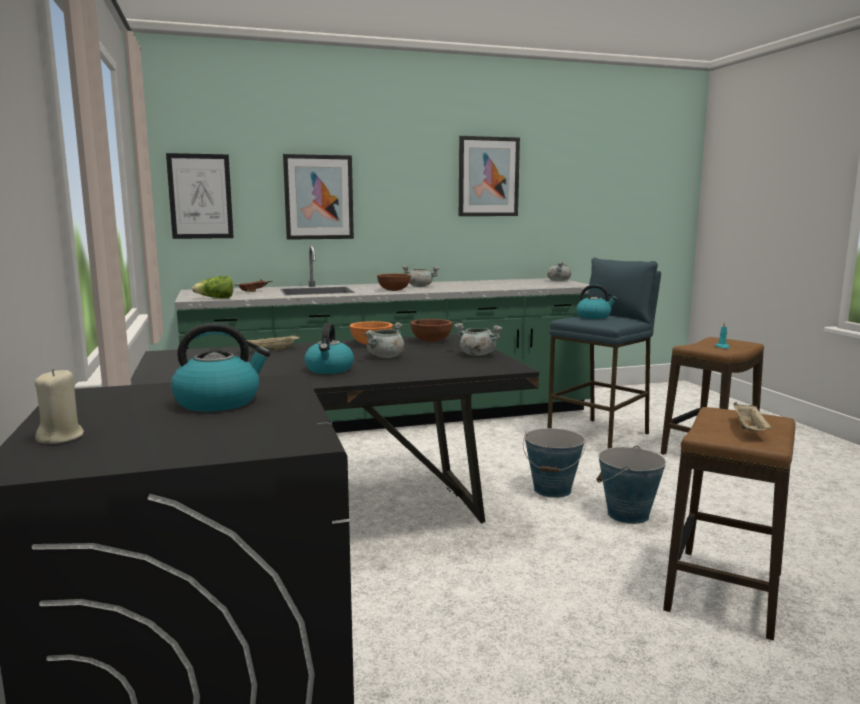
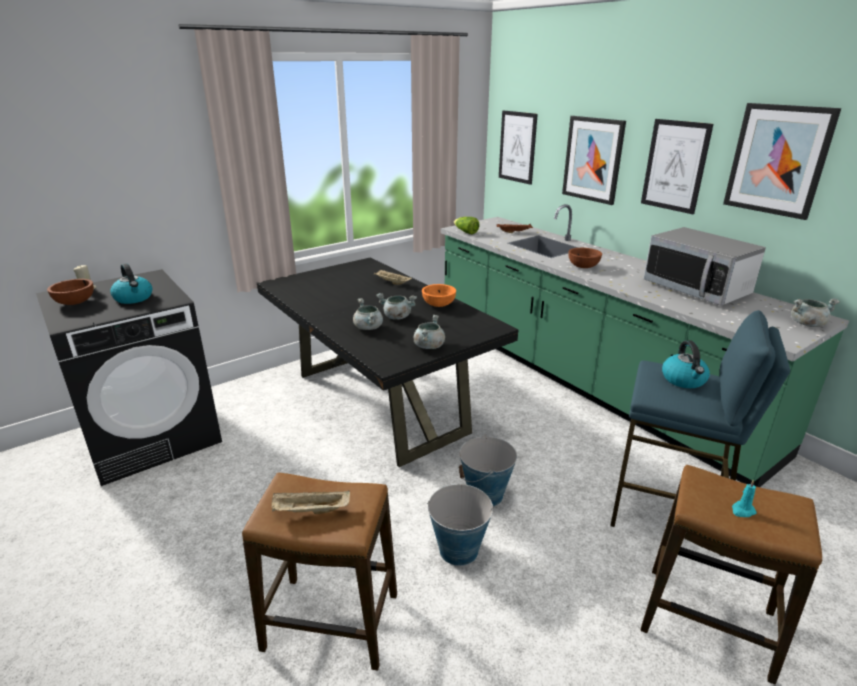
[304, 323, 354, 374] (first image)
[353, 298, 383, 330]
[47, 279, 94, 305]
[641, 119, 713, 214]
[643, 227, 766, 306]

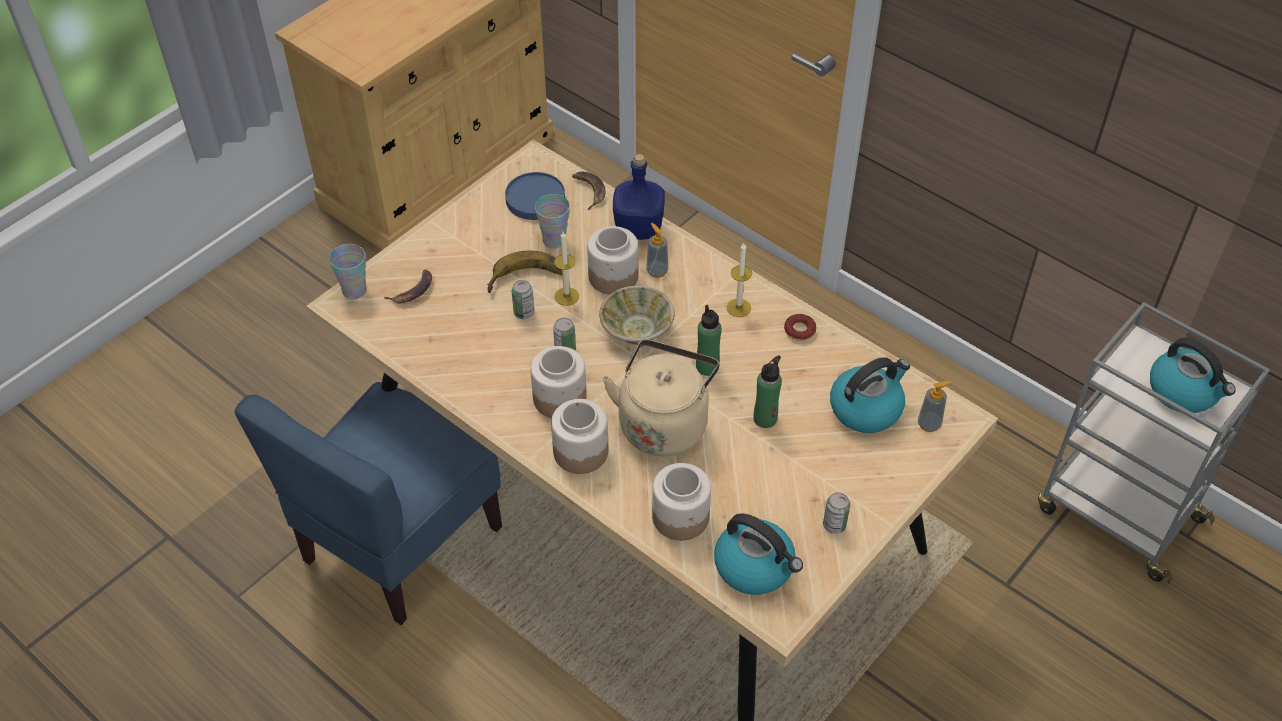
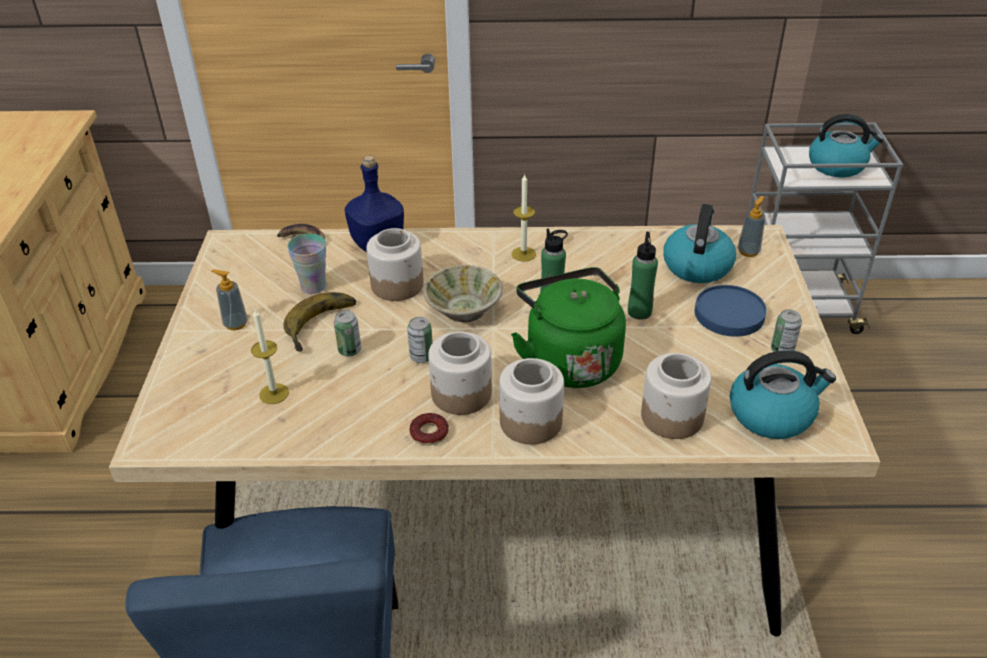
[329, 244, 367, 299] (first image)
[383, 269, 432, 303] (first image)
[695, 285, 767, 337]
[251, 309, 289, 404]
[511, 267, 626, 388]
[211, 270, 248, 331]
[410, 413, 449, 445]

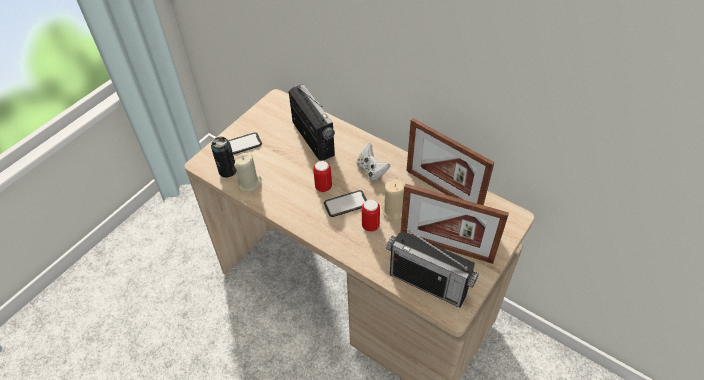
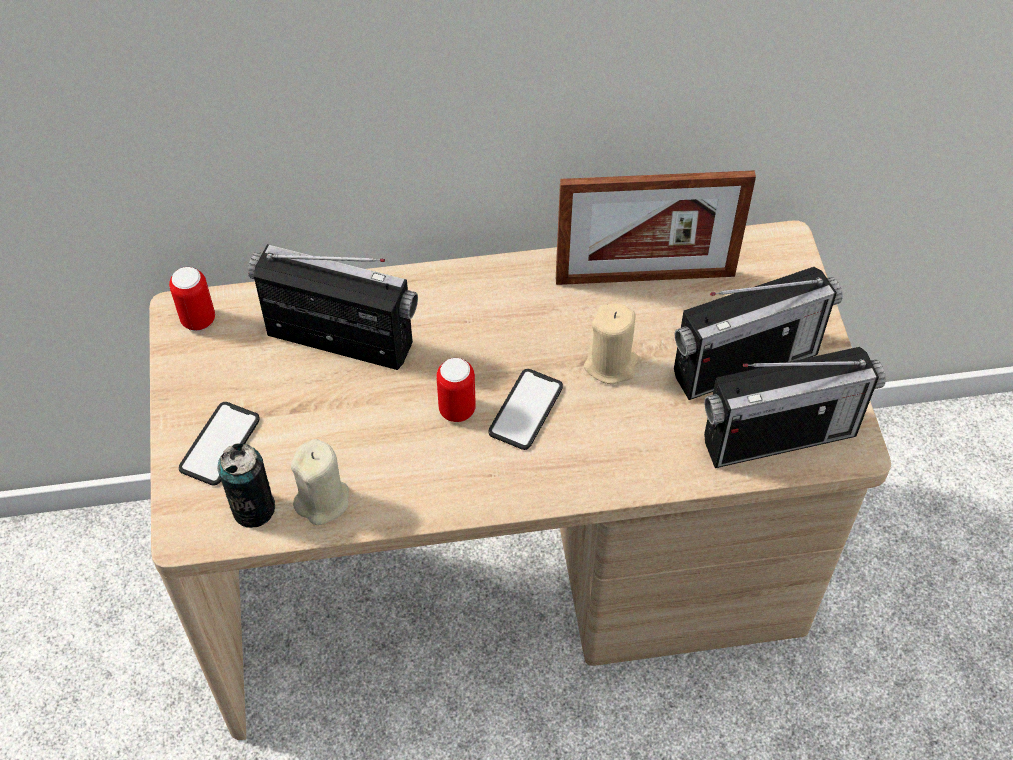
[356, 143, 390, 181] (first image)
[169, 267, 215, 331]
[674, 267, 843, 400]

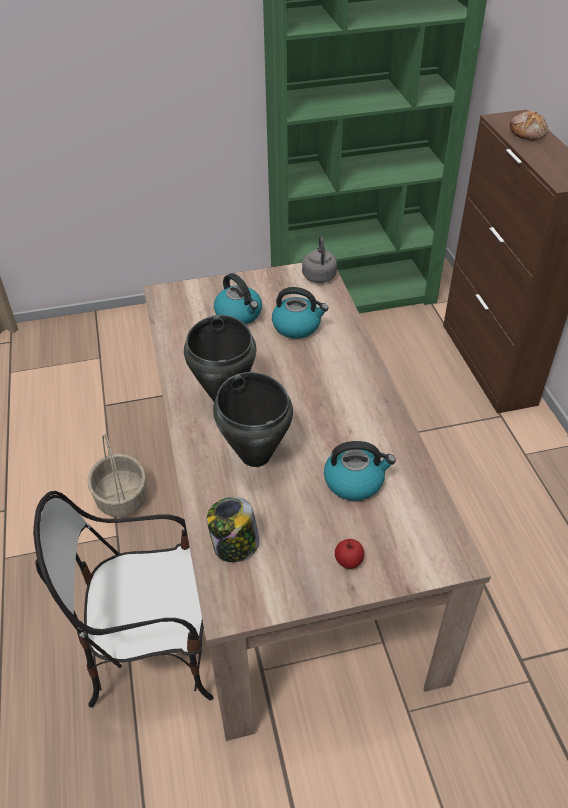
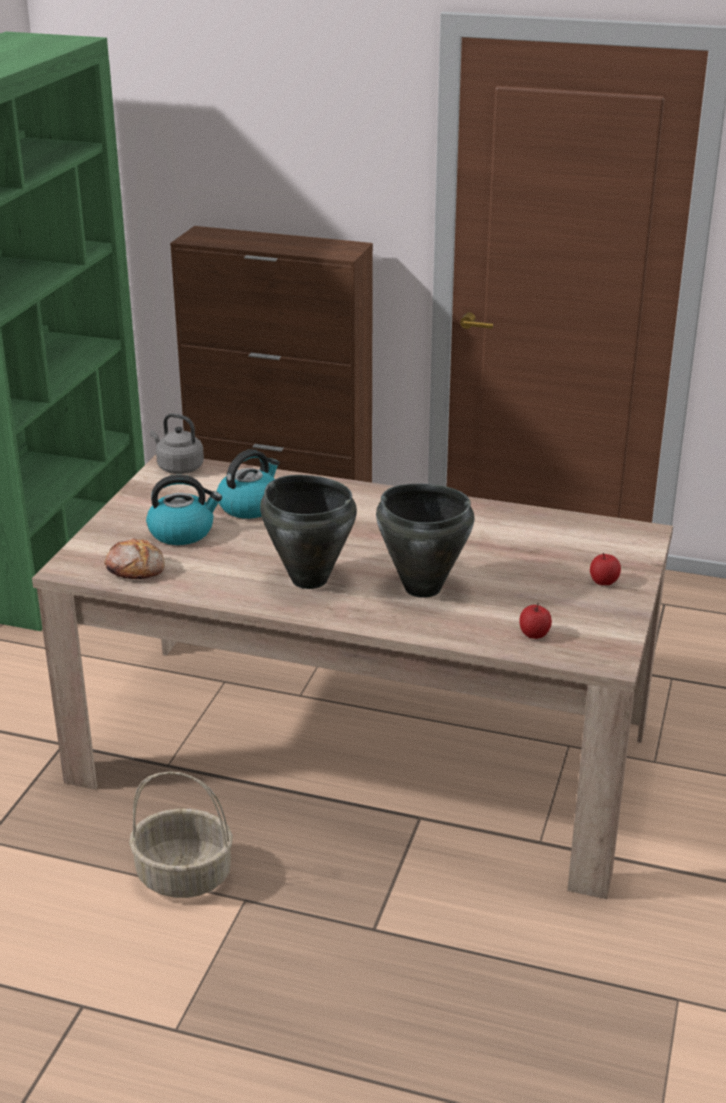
[33, 491, 213, 708] (first image)
[519, 602, 552, 639]
[324, 441, 396, 501] (first image)
[104, 538, 165, 579]

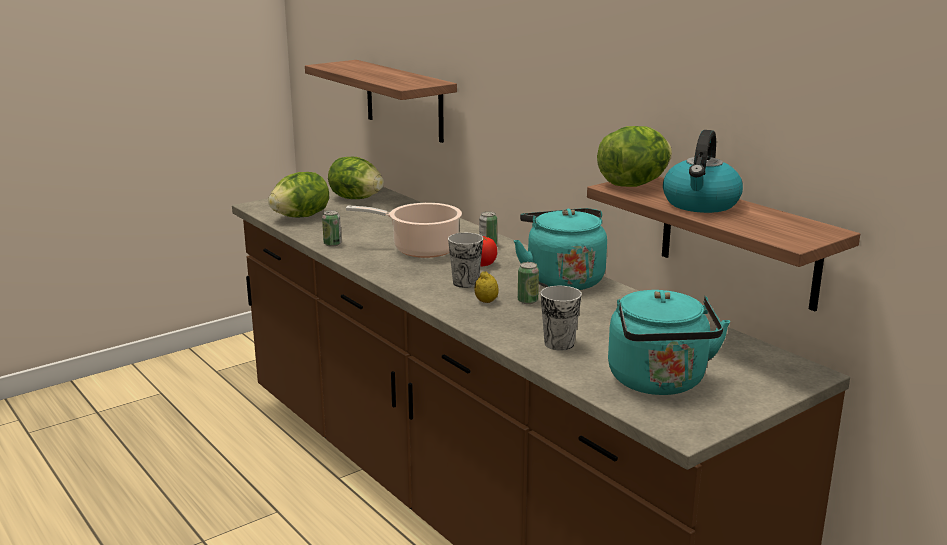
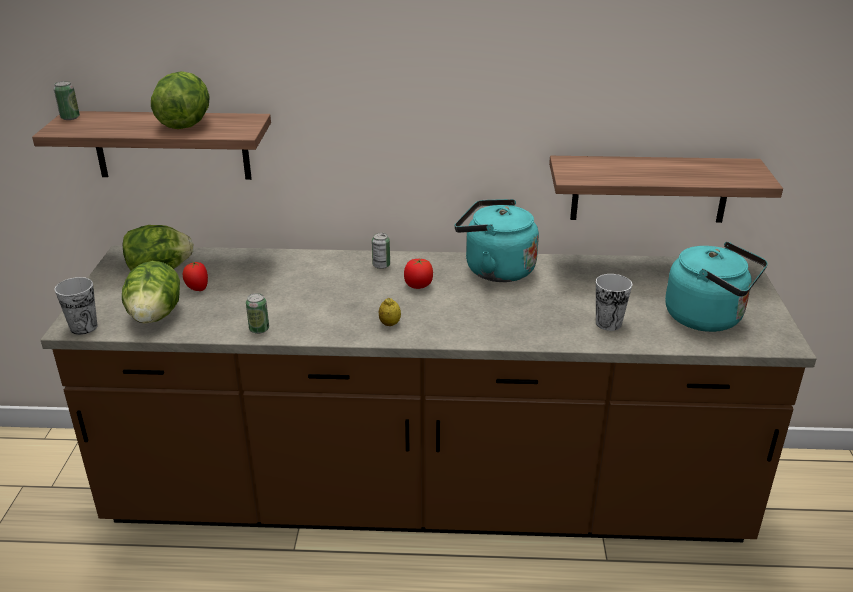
[346, 203, 462, 258] (first image)
[55, 277, 97, 335]
[379, 298, 401, 326]
[54, 81, 80, 120]
[151, 71, 210, 129]
[663, 130, 743, 213] (first image)
[183, 261, 208, 291]

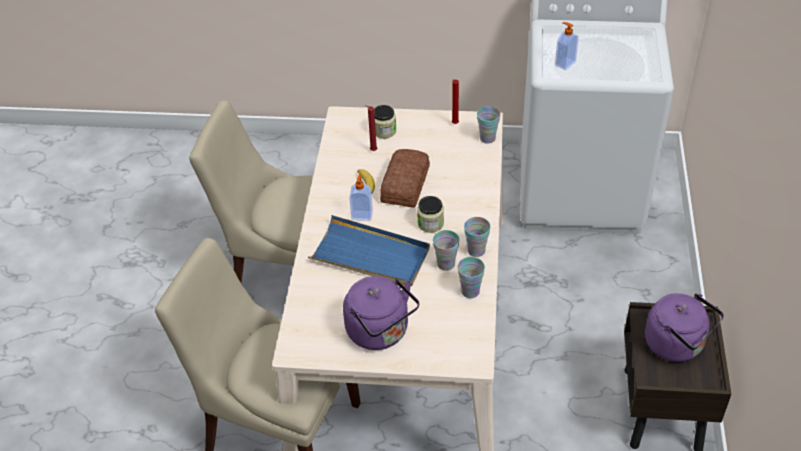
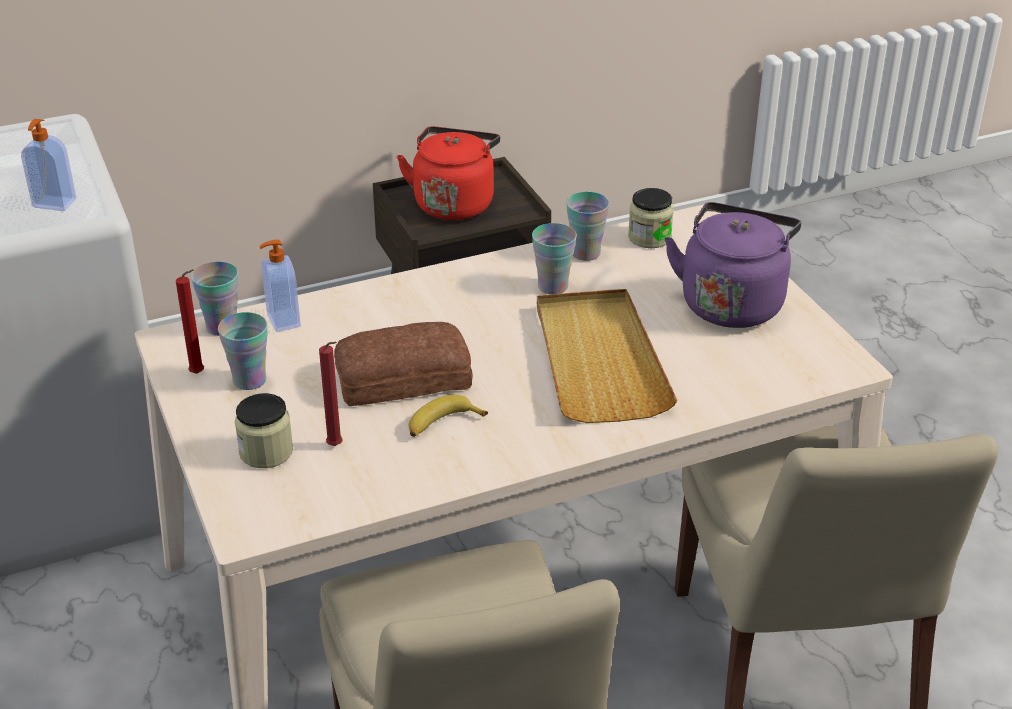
[537, 289, 677, 423]
[259, 239, 301, 332]
[628, 188, 674, 248]
[218, 312, 268, 390]
[397, 126, 500, 220]

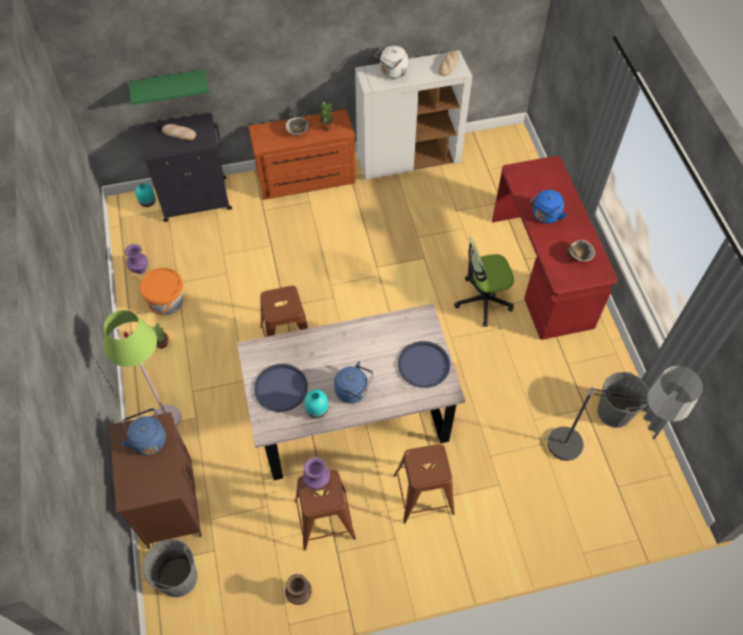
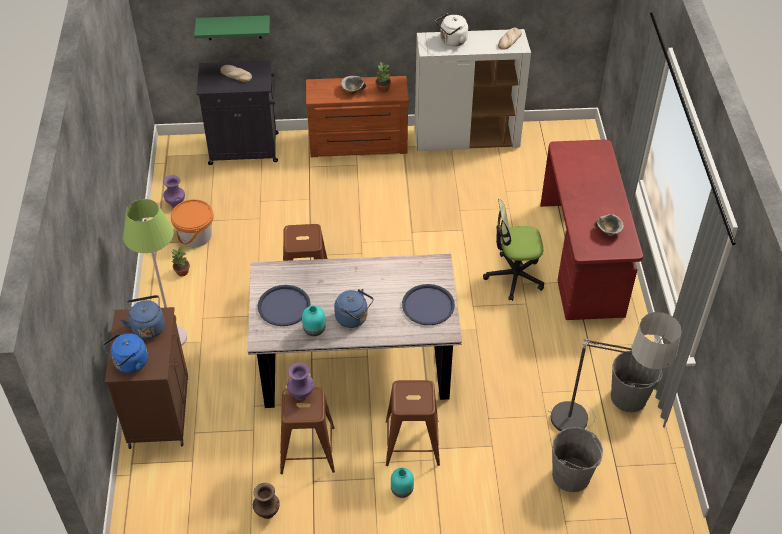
[391, 468, 414, 498]
[552, 427, 603, 492]
[103, 333, 148, 373]

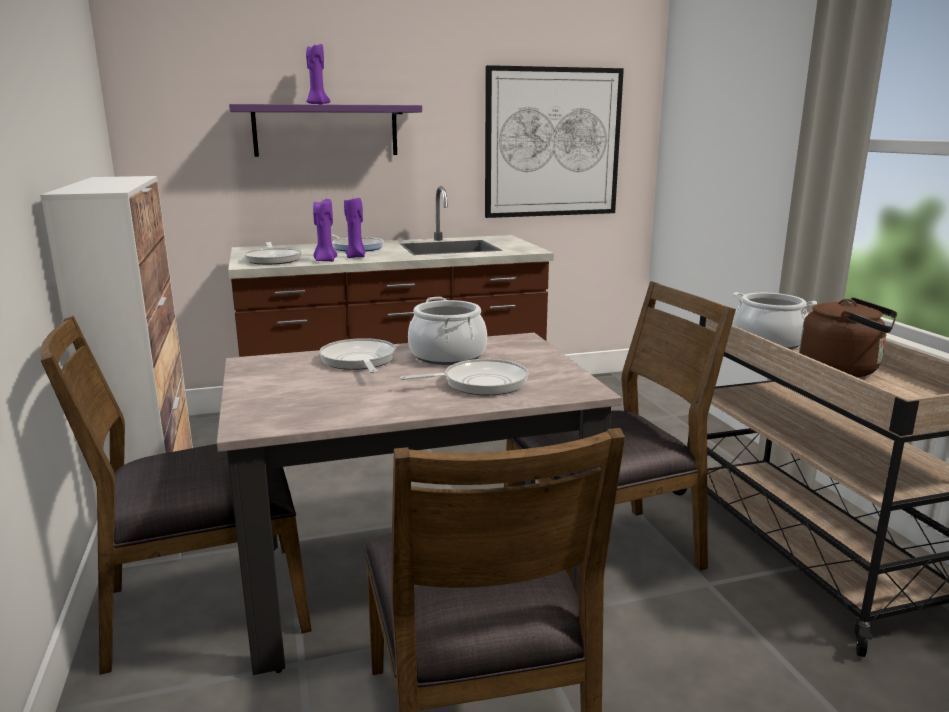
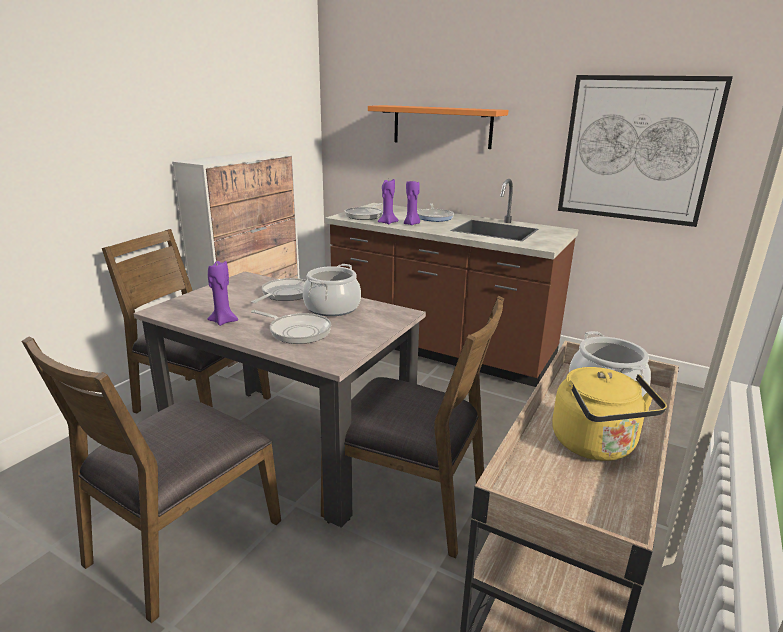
[368, 105, 508, 149]
[207, 260, 238, 326]
[552, 367, 667, 461]

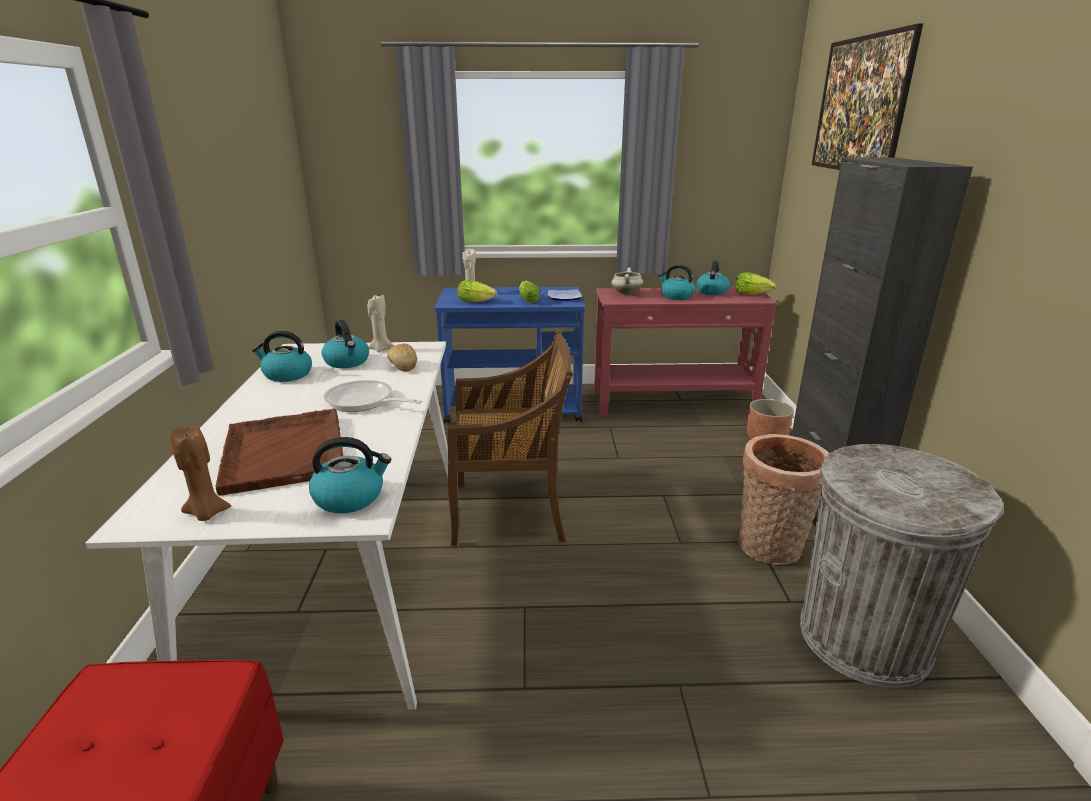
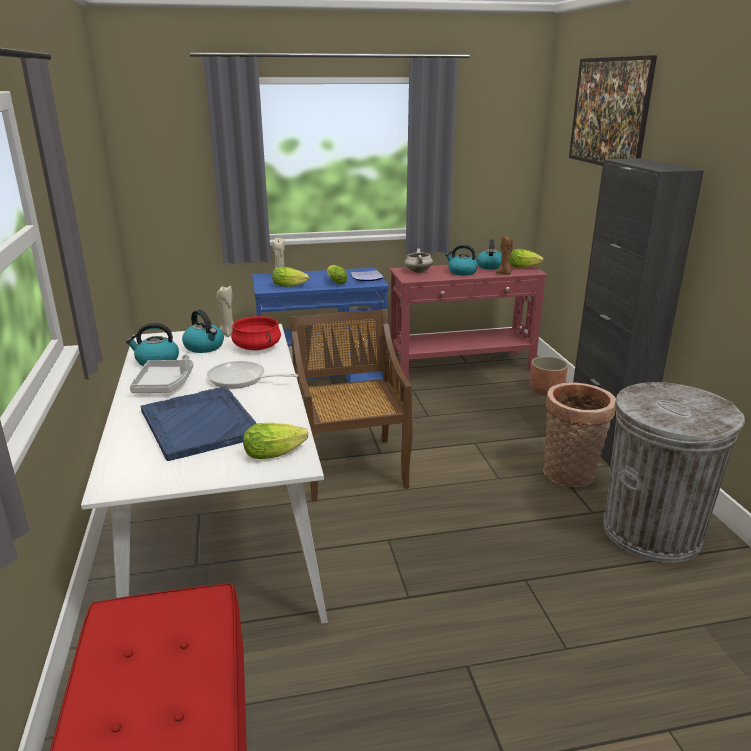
[496, 236, 513, 275]
[140, 386, 257, 461]
[243, 423, 308, 459]
[231, 316, 281, 350]
[290, 309, 412, 502]
[130, 354, 193, 393]

